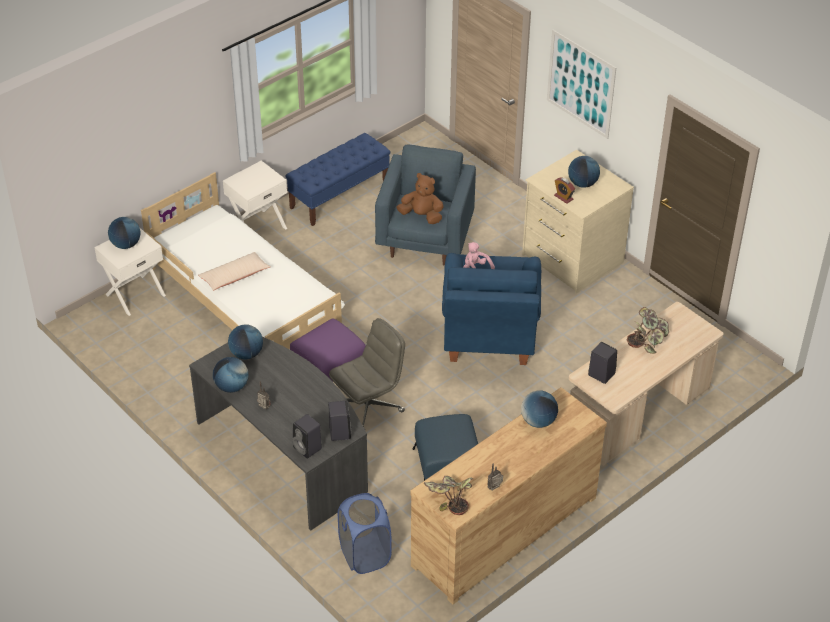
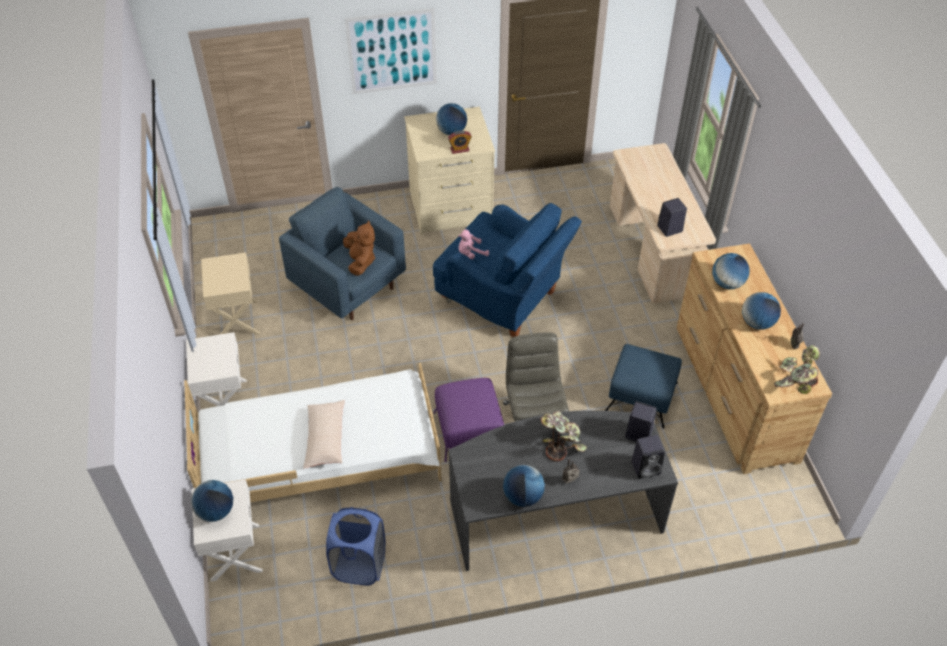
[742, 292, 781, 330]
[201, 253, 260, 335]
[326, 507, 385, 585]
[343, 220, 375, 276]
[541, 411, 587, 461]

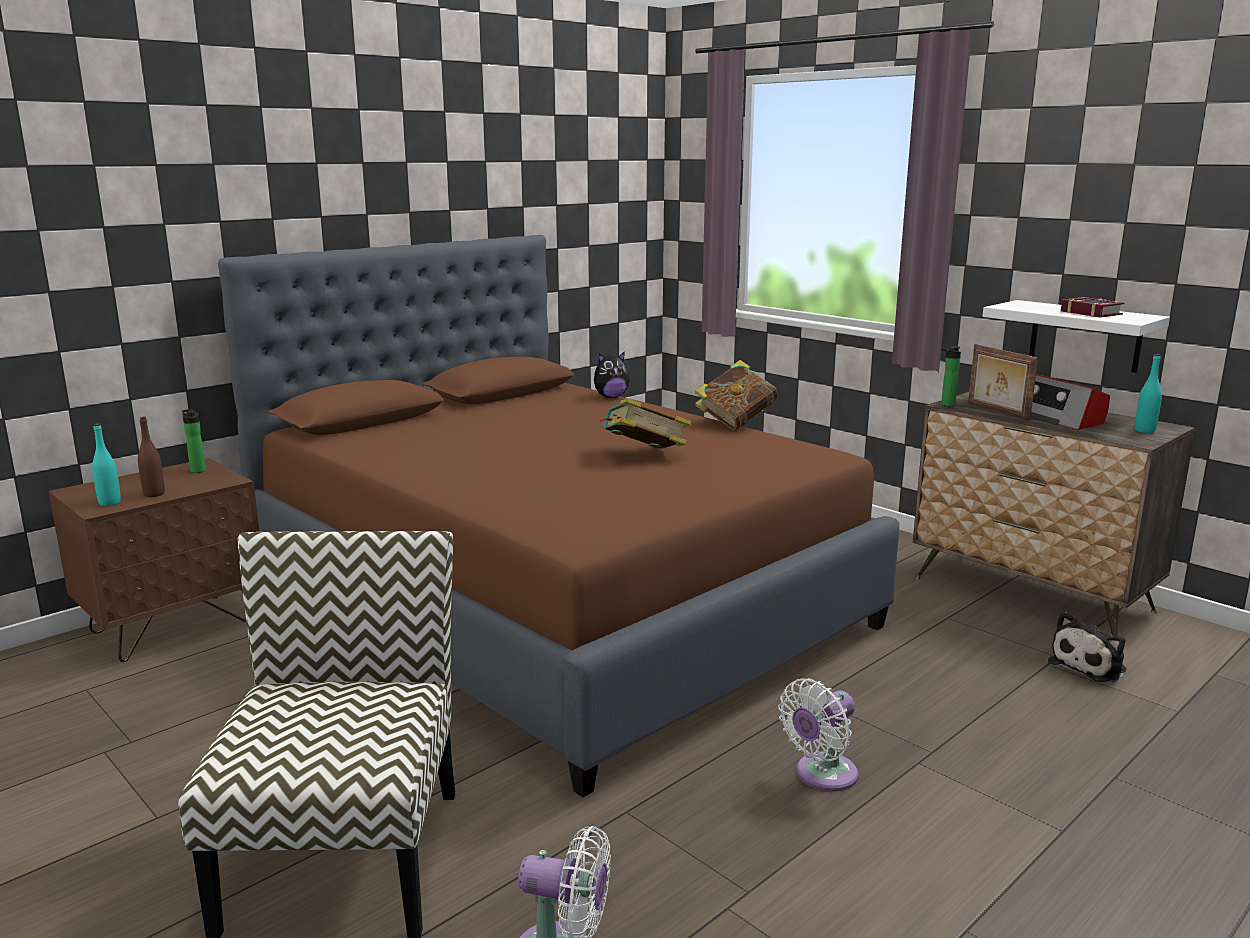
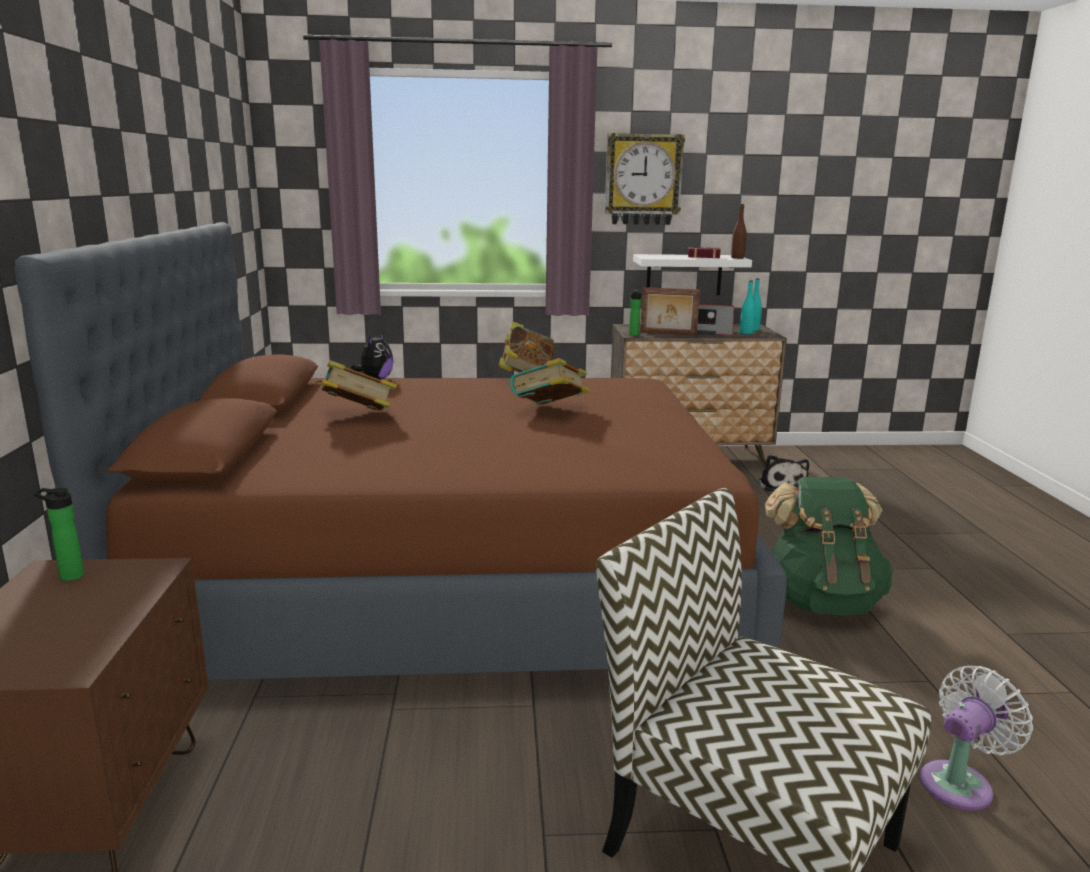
[740, 280, 755, 334]
[731, 204, 747, 259]
[765, 477, 893, 615]
[316, 360, 397, 411]
[605, 133, 685, 225]

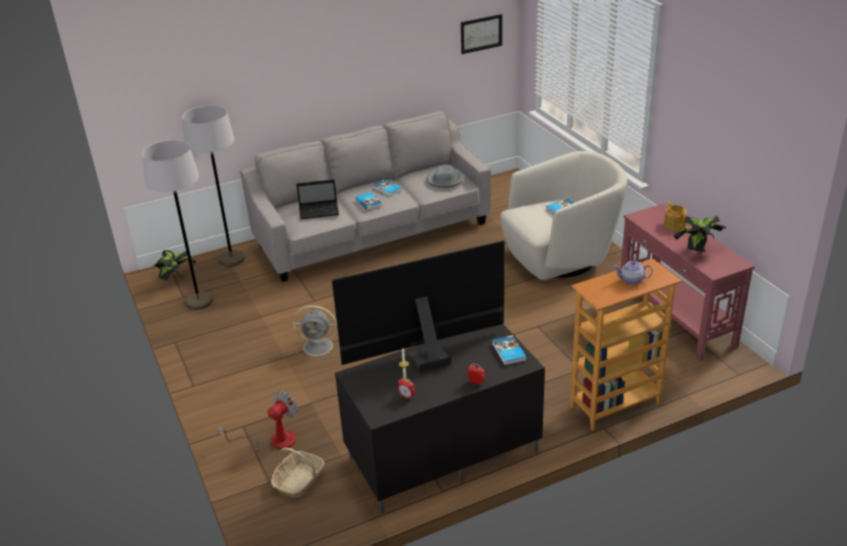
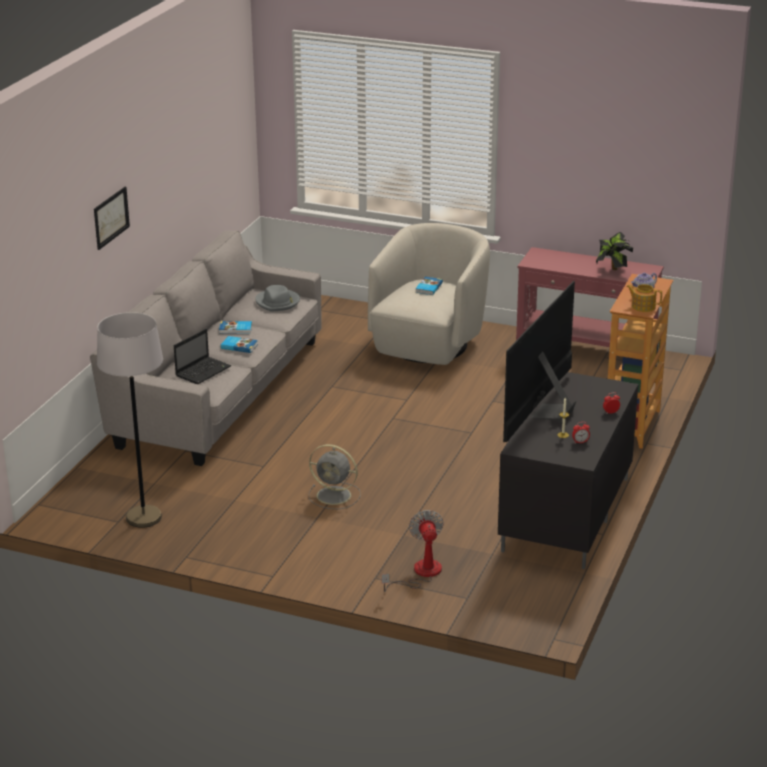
[154, 250, 196, 281] (first image)
[182, 105, 245, 266] (first image)
[271, 448, 325, 498] (first image)
[309, 444, 361, 509]
[94, 187, 130, 250]
[492, 335, 527, 365] (first image)
[626, 284, 662, 312]

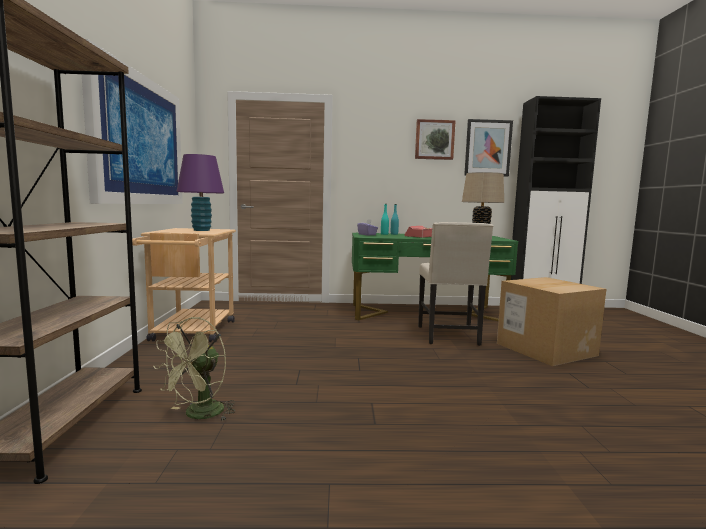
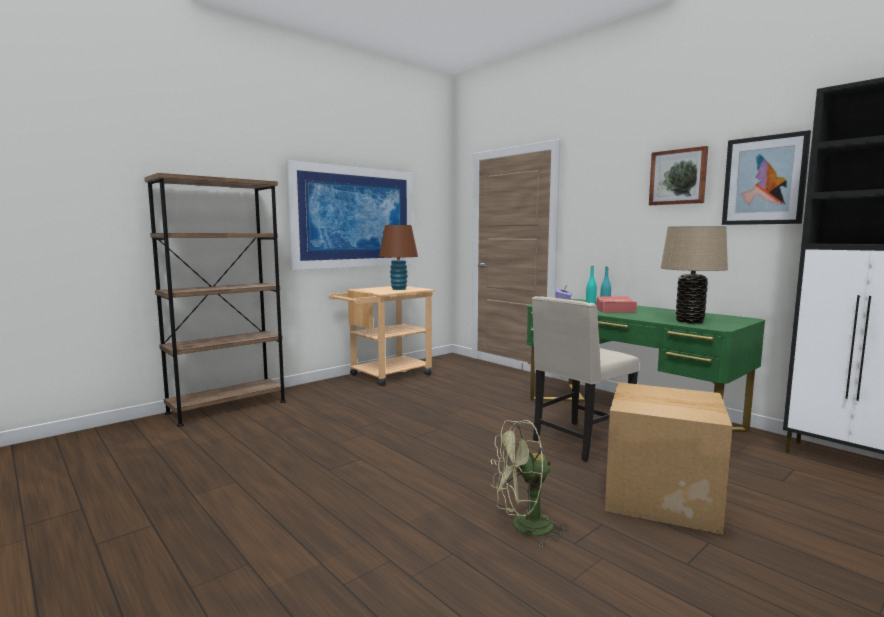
[491, 420, 568, 547]
[379, 225, 418, 290]

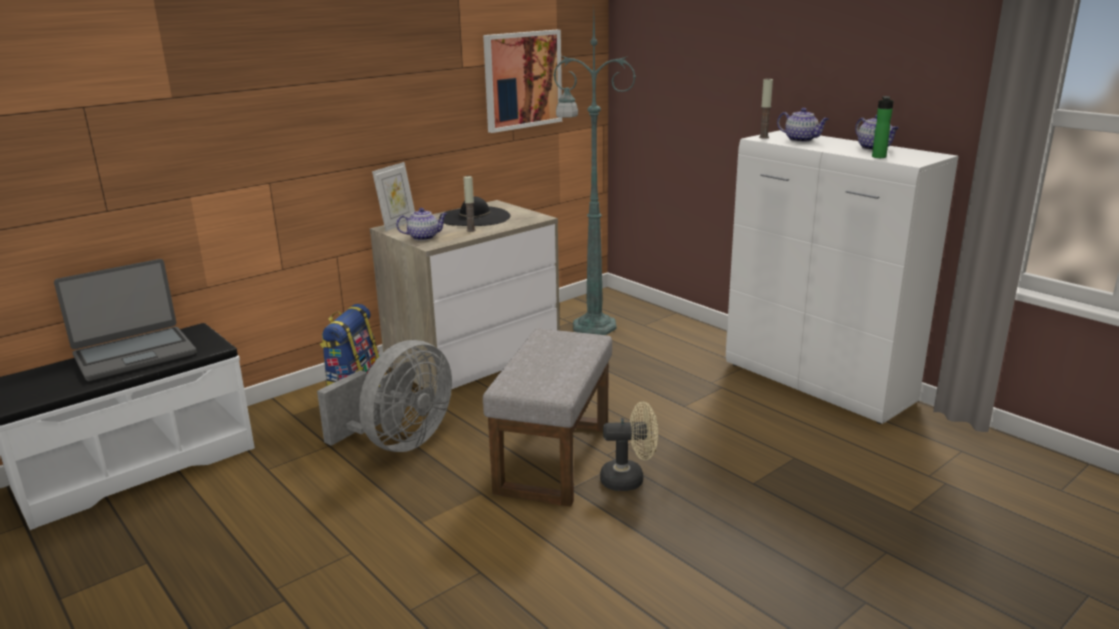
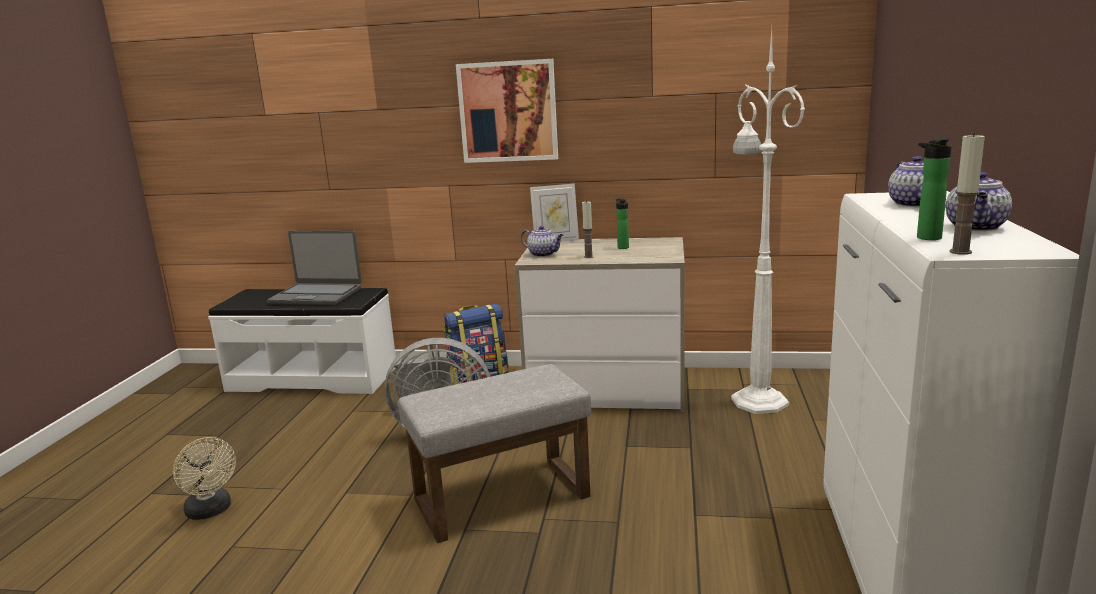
[616, 198, 629, 249]
[456, 59, 558, 163]
[731, 29, 805, 414]
[173, 437, 236, 520]
[950, 132, 985, 255]

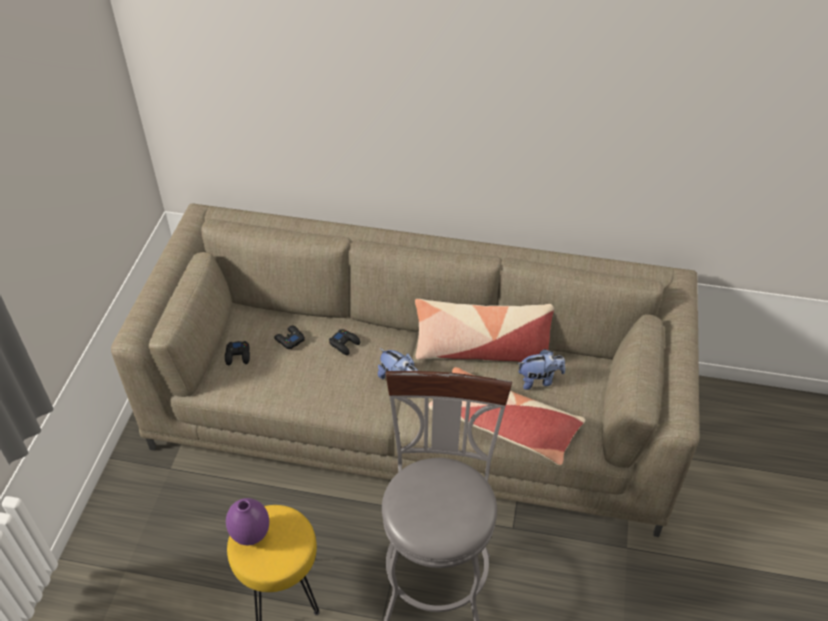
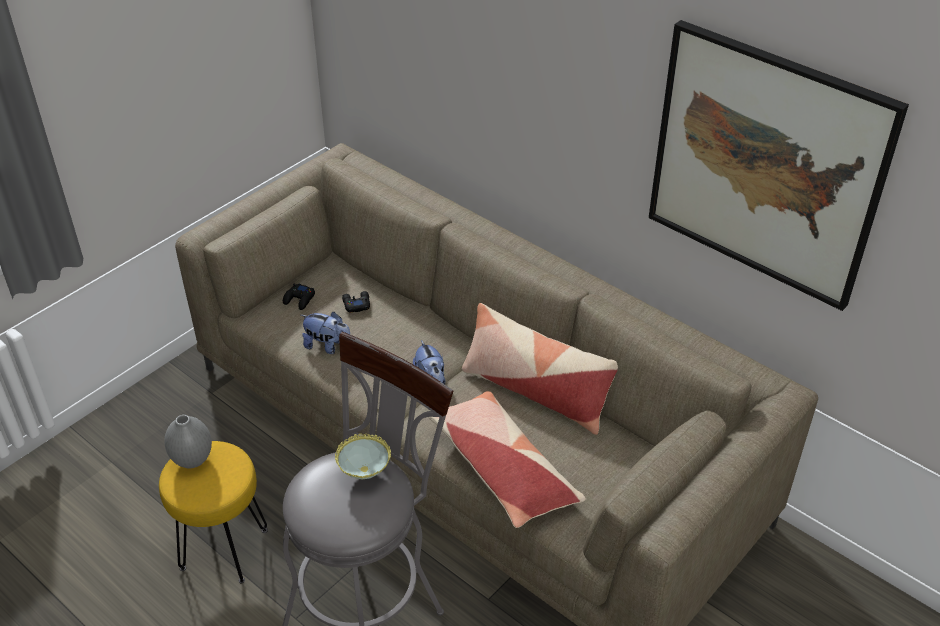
[164, 415, 212, 468]
[329, 329, 360, 355] (first image)
[301, 312, 350, 354]
[335, 433, 391, 479]
[649, 20, 909, 311]

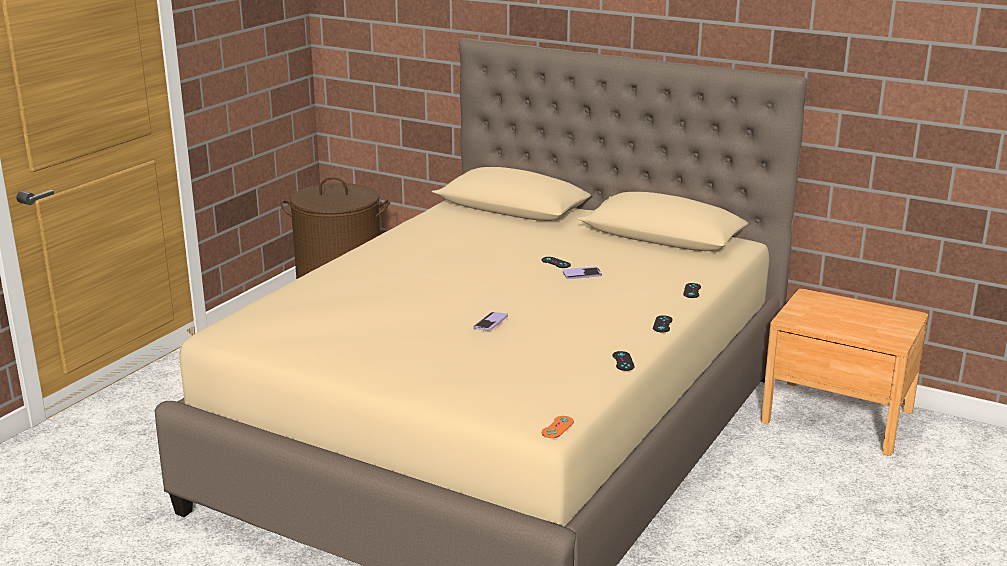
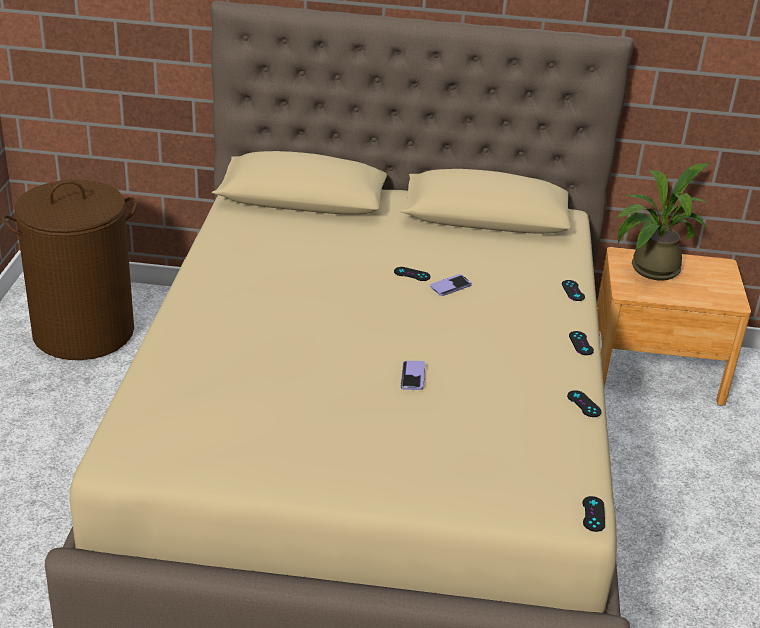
[582, 496, 605, 532]
[614, 163, 709, 281]

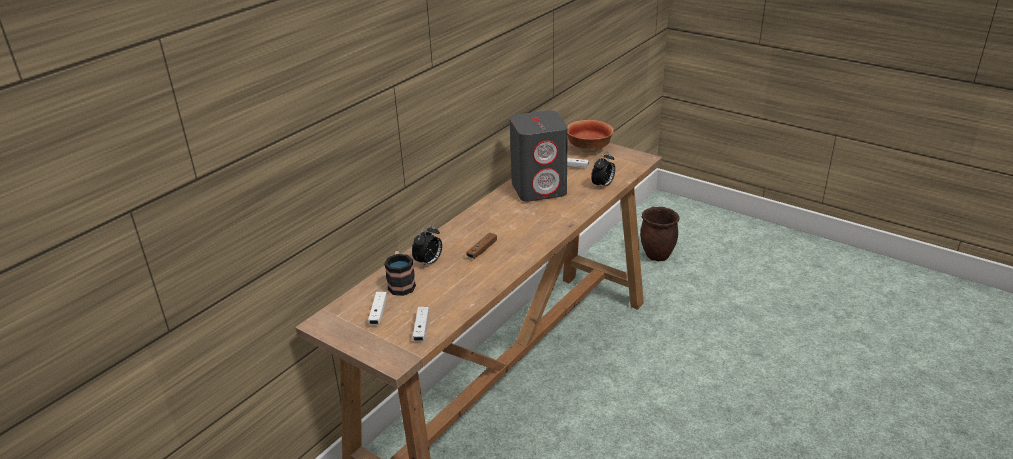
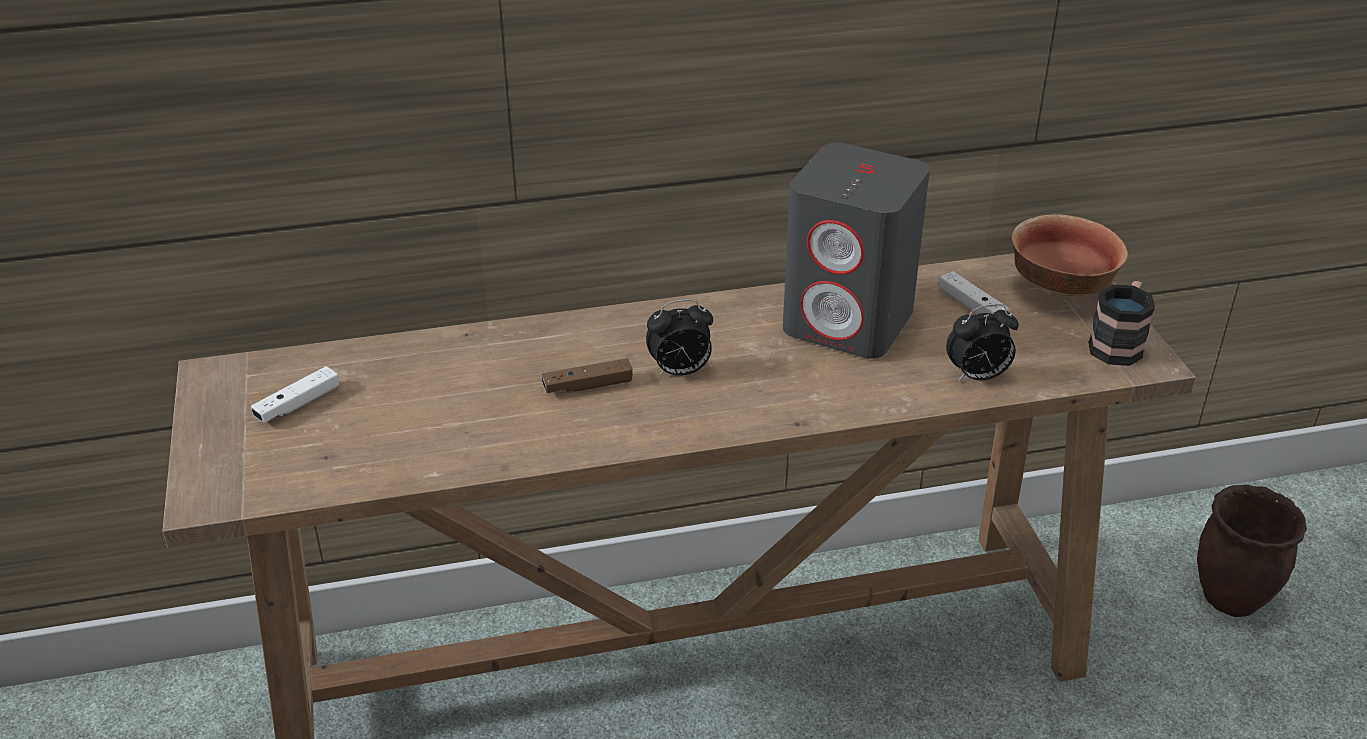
[1088, 281, 1155, 366]
[646, 299, 713, 377]
[413, 307, 429, 341] (first image)

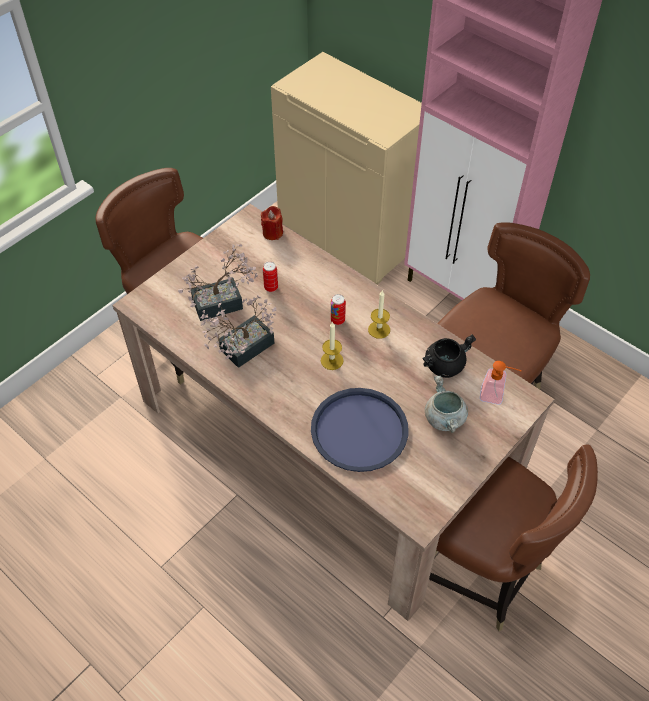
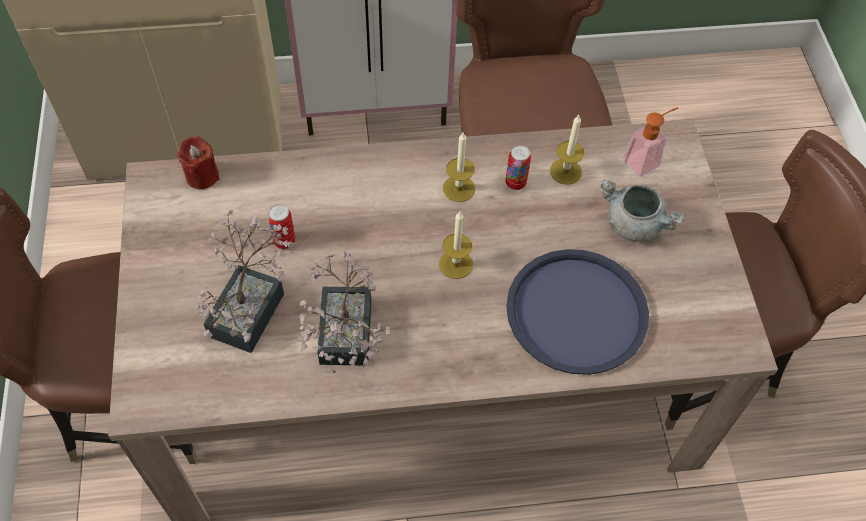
[505, 145, 531, 190]
[550, 115, 584, 185]

